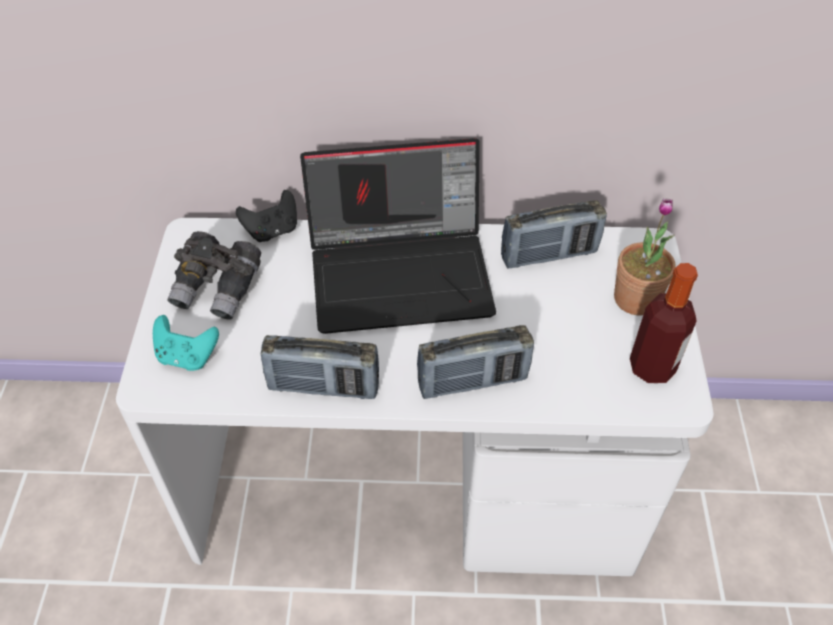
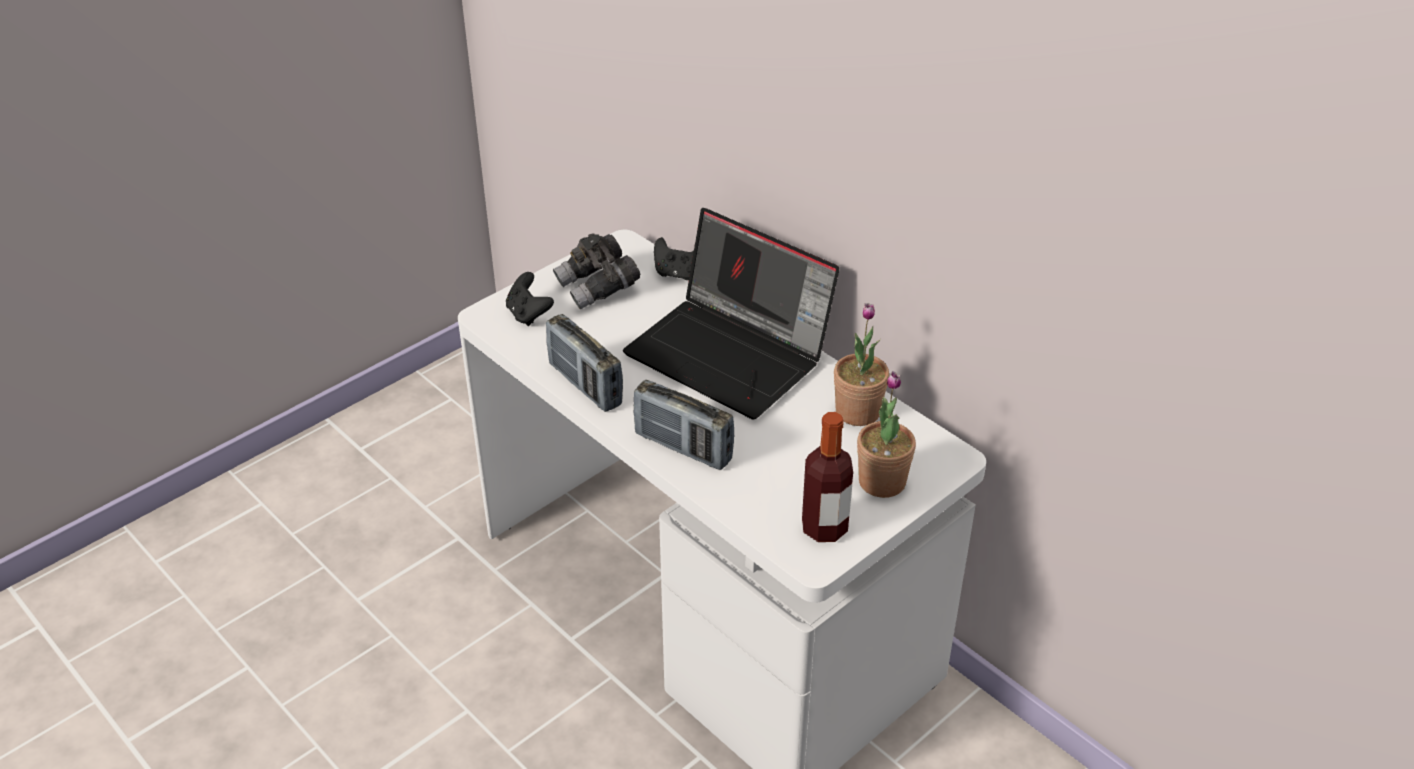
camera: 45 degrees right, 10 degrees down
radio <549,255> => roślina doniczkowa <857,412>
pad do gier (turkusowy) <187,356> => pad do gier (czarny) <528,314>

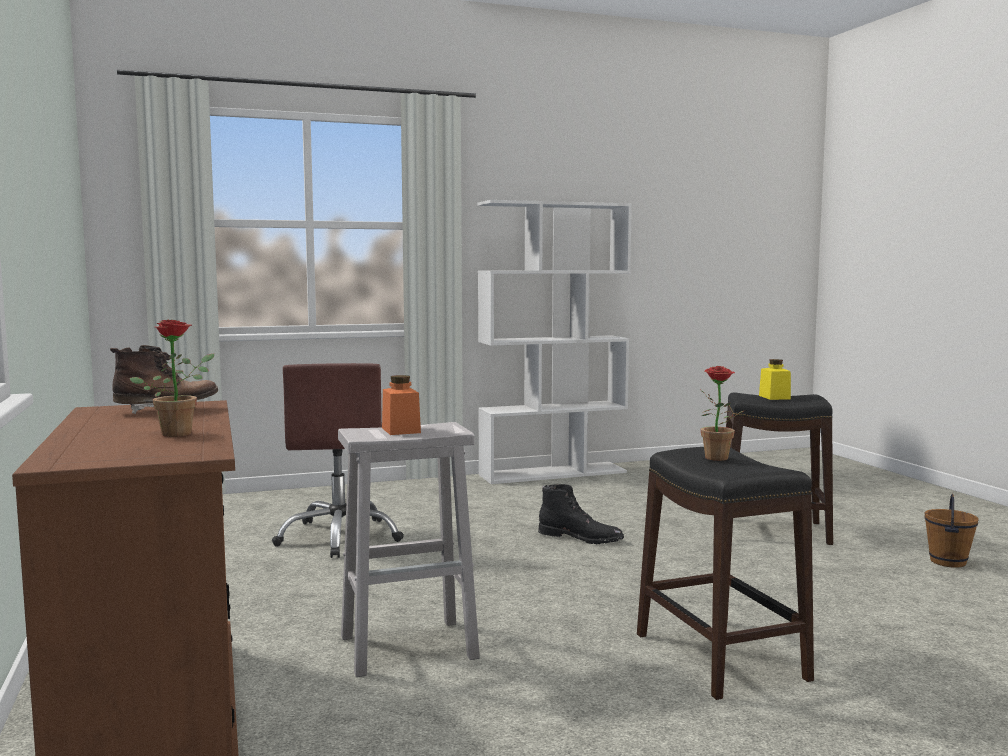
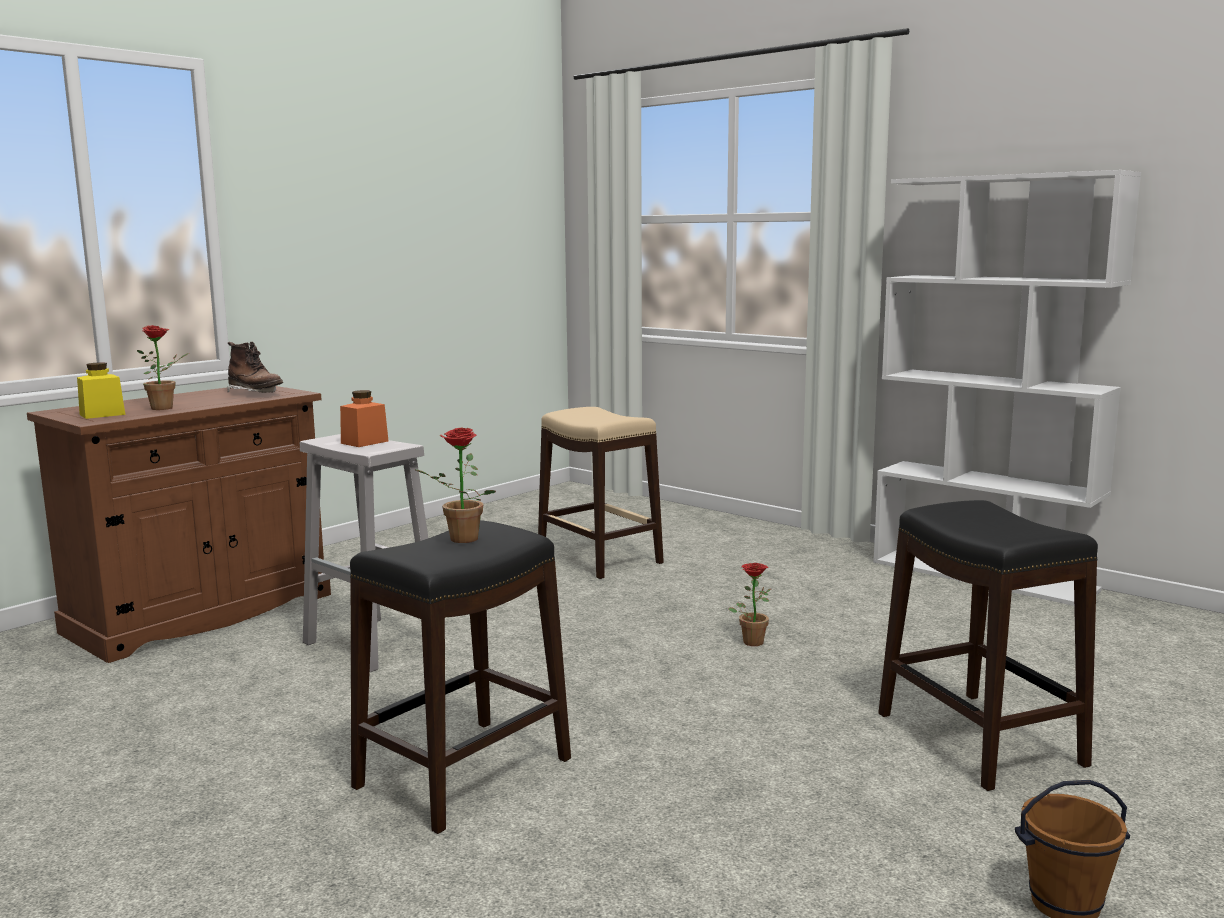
camera: 60 degrees right, 5 degrees up
słoik (żółty) <774,397> => słoik (żółty) <102,414>, move
krzesło biurowe (brązowy) <340,537> => stołek (beżowy) <599,558>
but z cholewką (czarny) <581,537> => roślina doniczkowa <751,640>

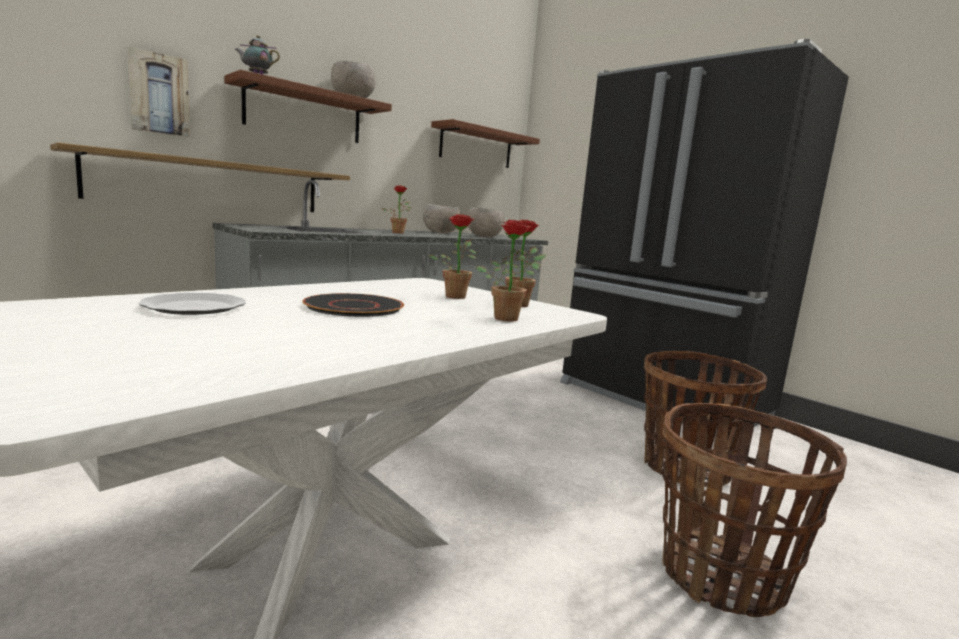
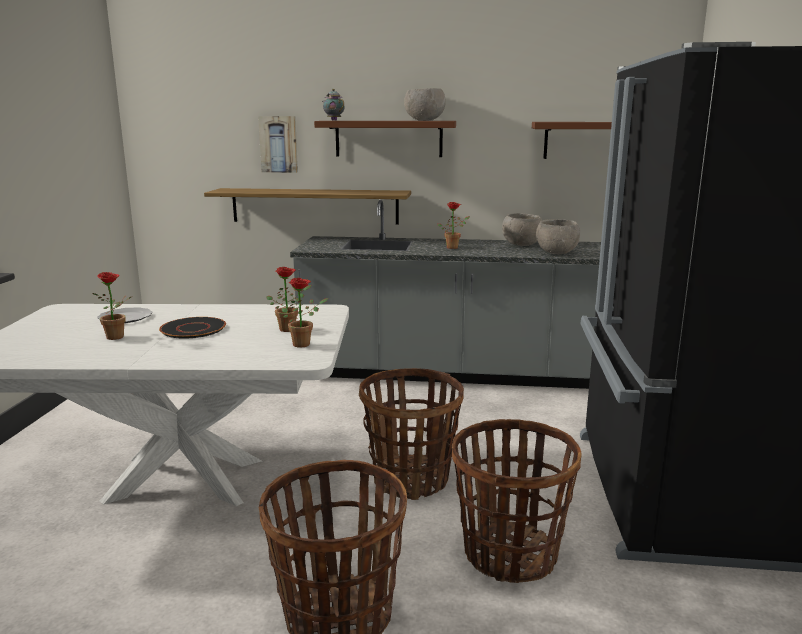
camera: 50 degrees right, 5 degrees up
roślina doniczkowa <509,318> => roślina doniczkowa <119,337>, move
nothing => koszyk <411,479>

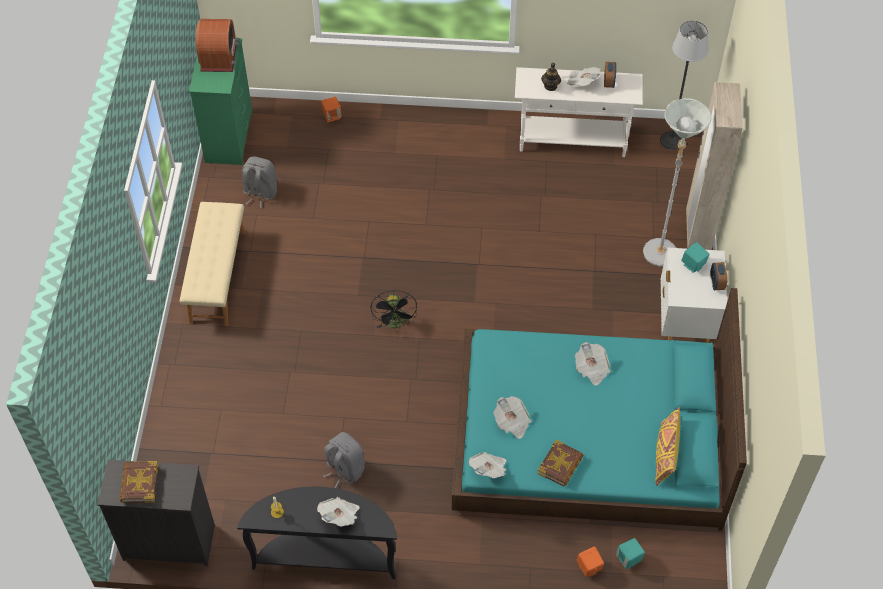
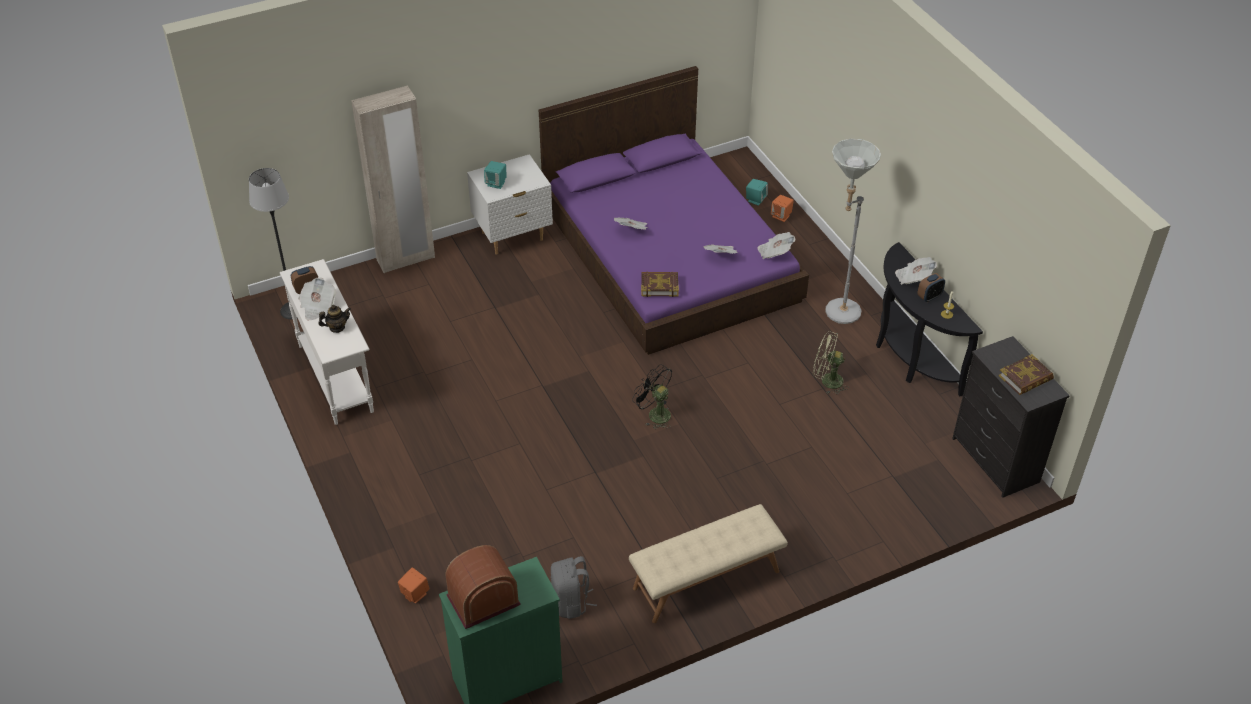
camera: 120 degrees left, 10 degrees down
lampa stojąca (szary) <660,247> => lampa stojąca (szary) <835,313>, move
budzik <716,283> => budzik <929,297>, move
łóżko (turkusowy) <588,436> => łóżko (fioletowy) <670,253>
wentylator (czarny) <395,324> => wentylator (czarny) <654,413>, 105 degrees counterclockwise
poduszka (żółty) <665,454> => nothing
plecak (szary) <344,469> => wentylator (zielony) <826,381>
książka <560,465> => książka <659,286>, move

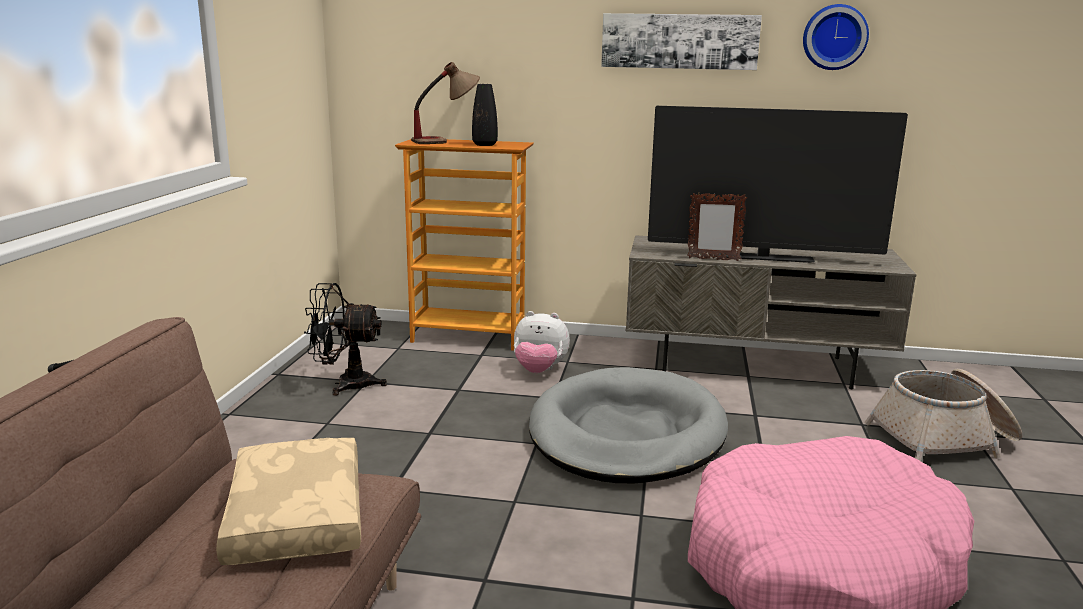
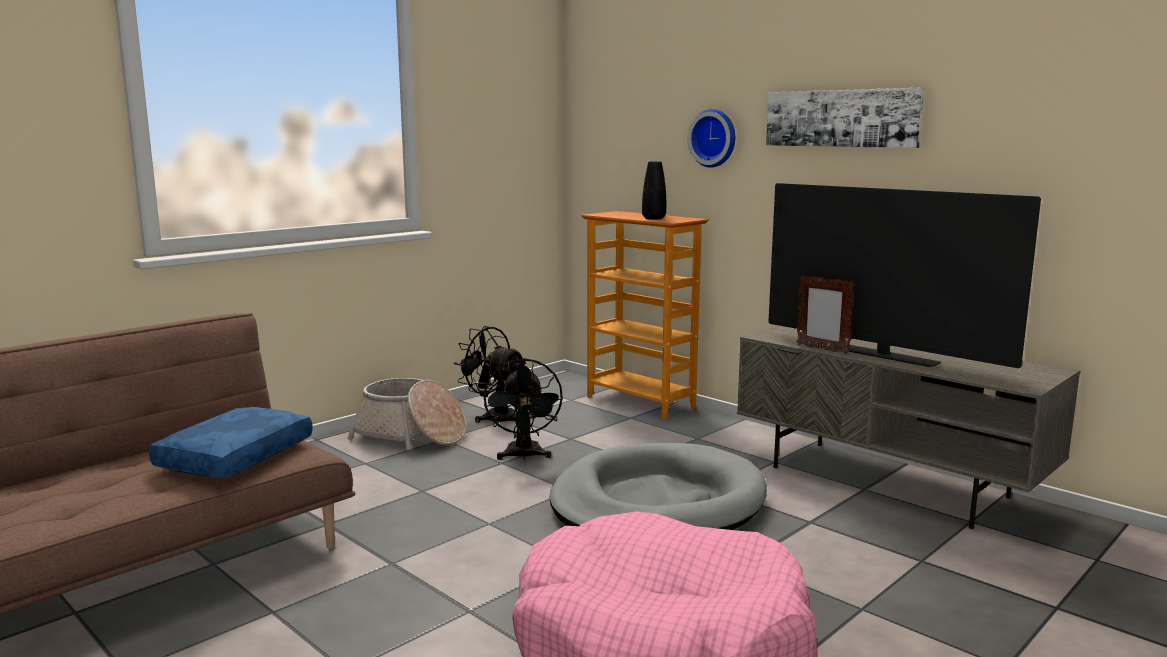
camera: 35 degrees right, 5 degrees down
zegar ścienny <834,37> => zegar ścienny <714,138>, move
lampa stołowa <446,141> => nothing
pluszak <539,371> => nothing
koszyk <944,439> => koszyk <411,436>, move
poduszka (beżowy) <293,516> => poduszka (niebieski) <235,456>
nothing => wentylator (czarny) <524,456>

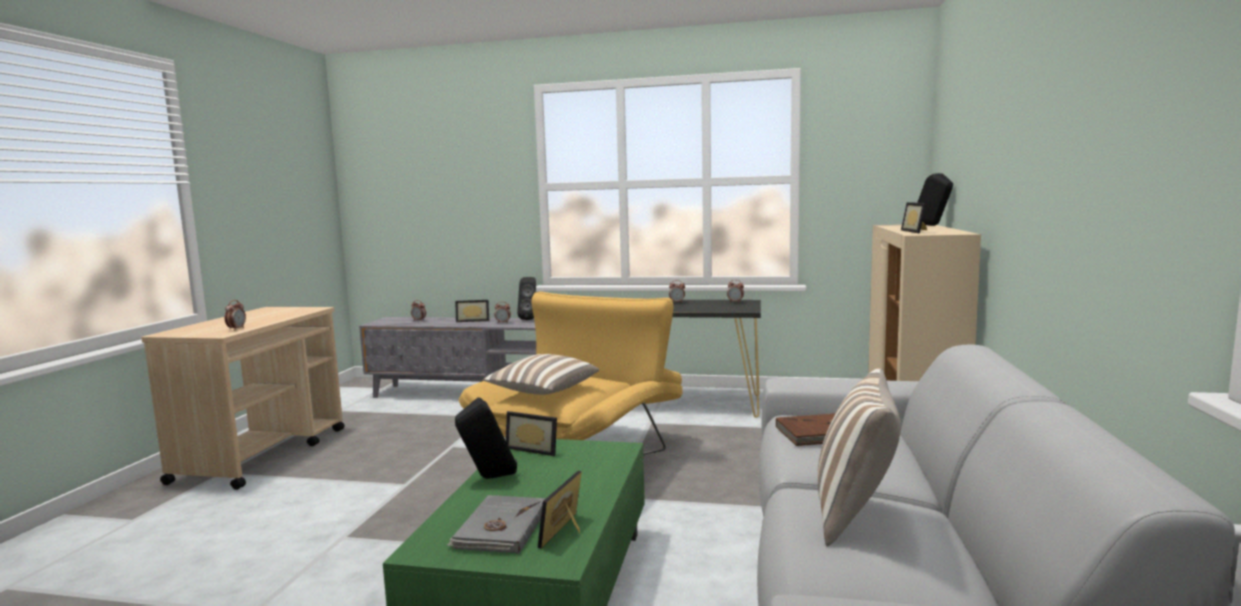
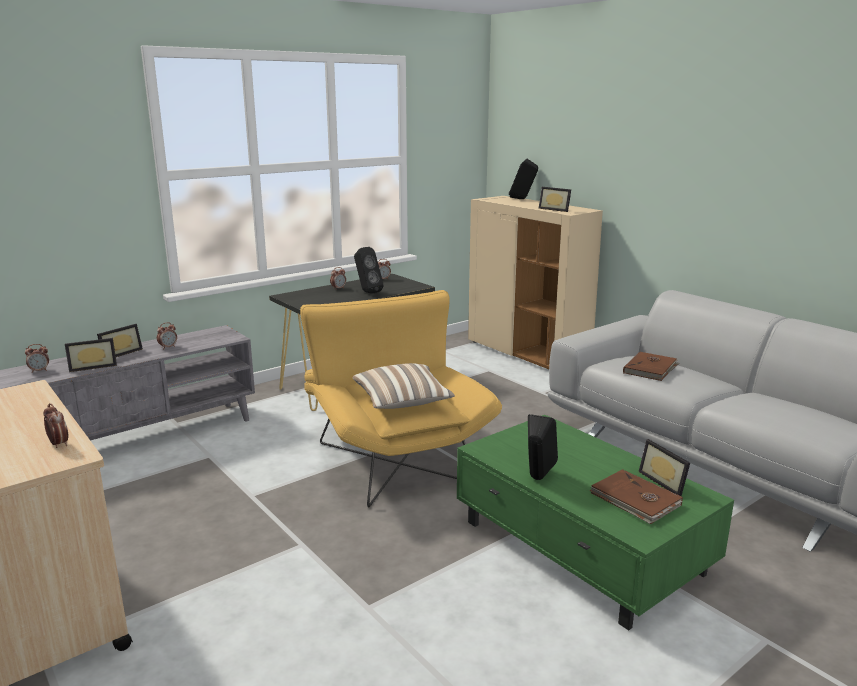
camera: 50 degrees left, 10 degrees up
głośnik (czarny) <530,319> => głośnik (czarny) <367,292>, move
poduszka <855,515> => nothing
ramka na zdjęcie <534,449> => ramka na zdjęcie <93,366>, move
książka (szary) <500,528> => książka (brązowy) <635,500>

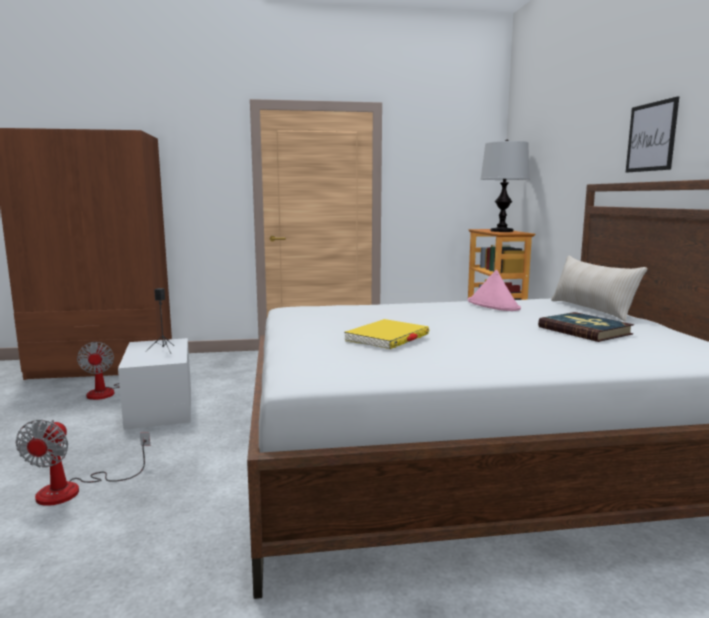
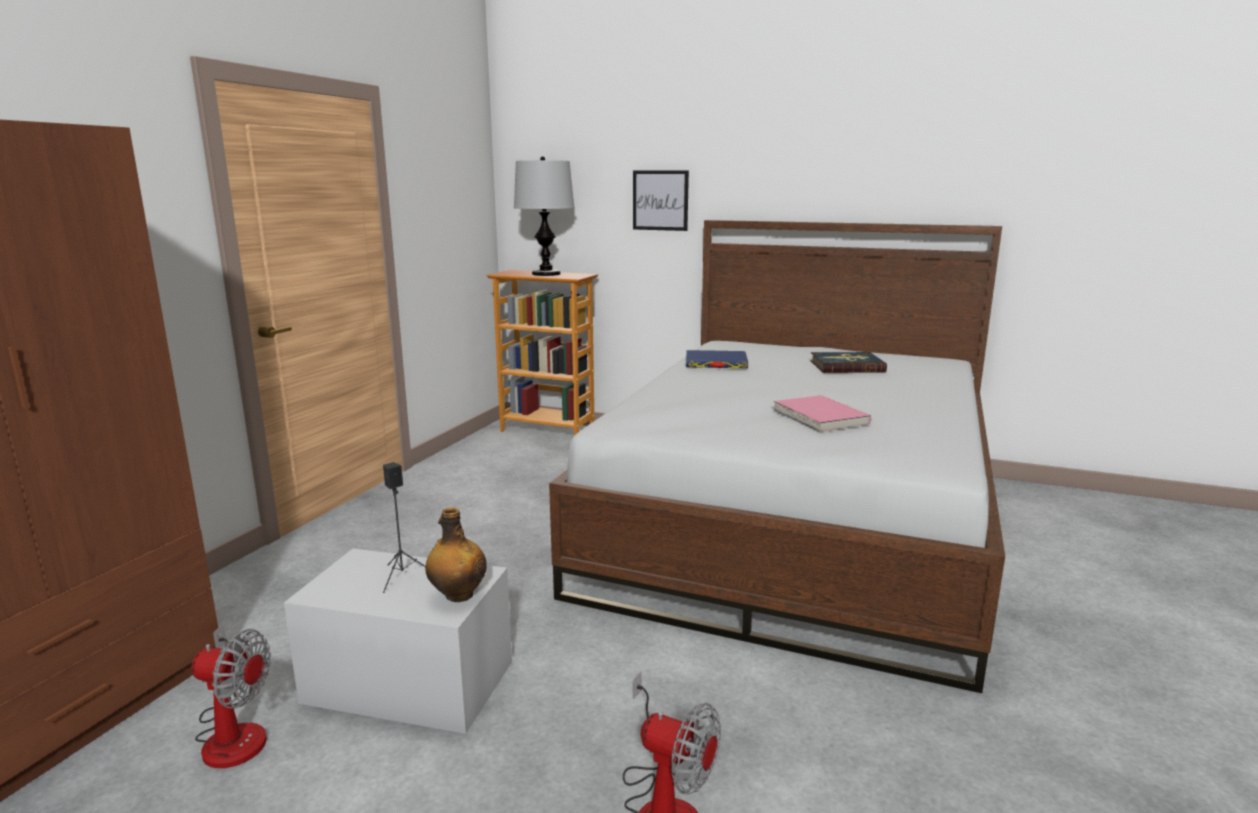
camera: 60 degrees left, 5 degrees up
obraz <651,137> => obraz <660,200>, move
poduszka (beżowy) <591,310> => nothing
kapelusz (różowy) <493,305> => książka (niebieski) <716,363>
książka (żółty) <387,338> => książka (różowy) <820,418>
nothing => butelka <458,595>

